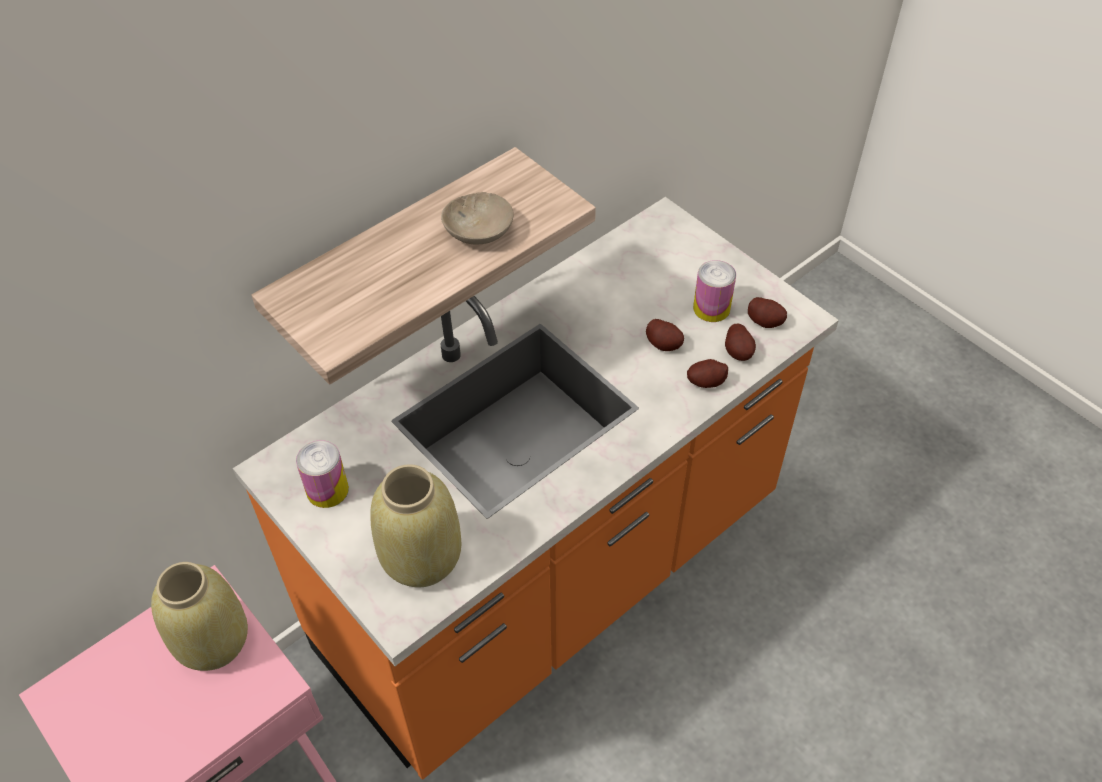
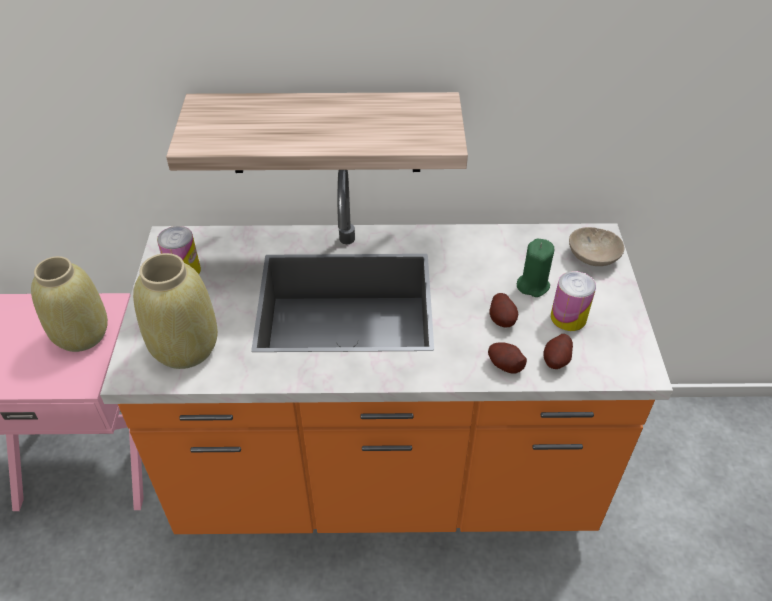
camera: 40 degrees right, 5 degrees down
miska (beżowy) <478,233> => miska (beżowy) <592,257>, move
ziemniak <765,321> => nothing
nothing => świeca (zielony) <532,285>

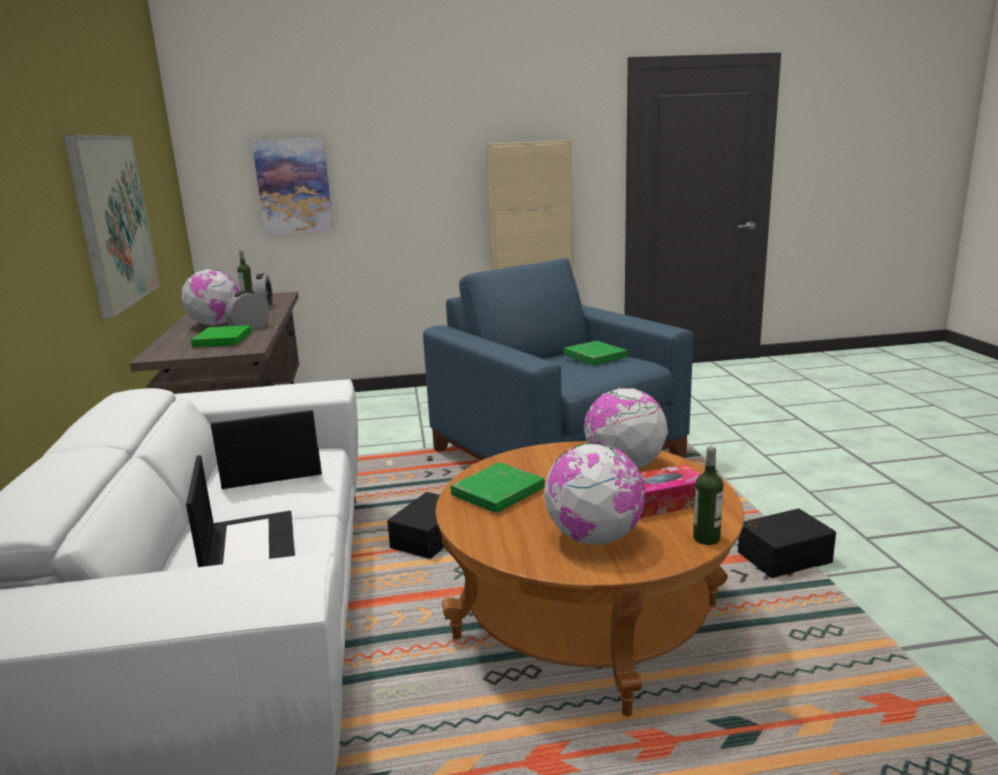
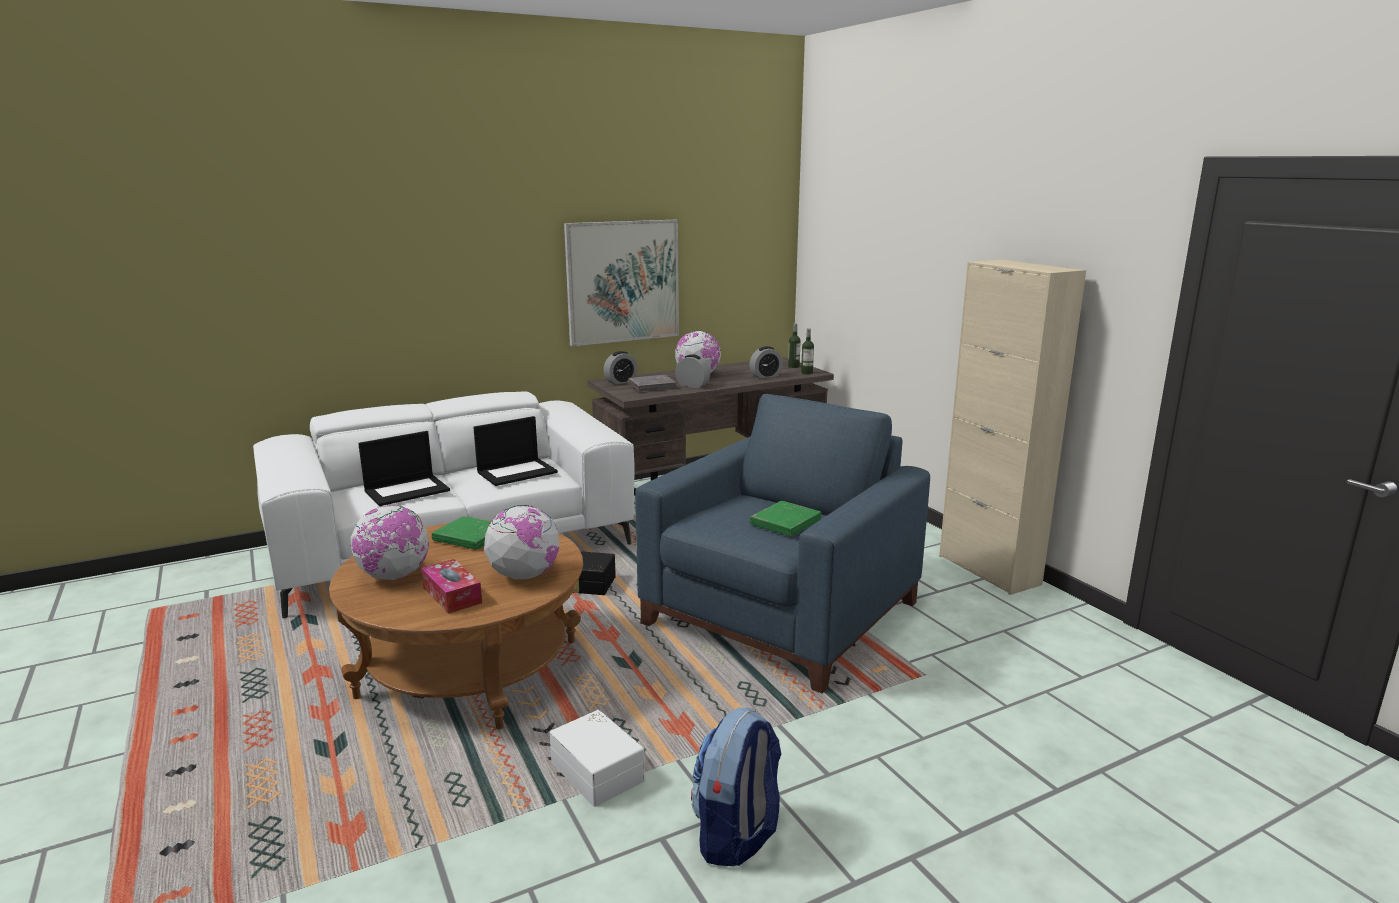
camera: 70 degrees right, 0 degrees up
obraz <294,186> => nothing
książka (zielony) <223,340> => książka (szary) <652,386>
laptop <271,470> => laptop <517,472>, 90 degrees clockwise
butelka <706,538> => butelka <807,373>, move
pojemnik do przechowywania (czarny) <782,556> => pojemnik do przechowywania (biały) <599,770>
nothing => budzik <621,381>
nothing => plecak <736,835>

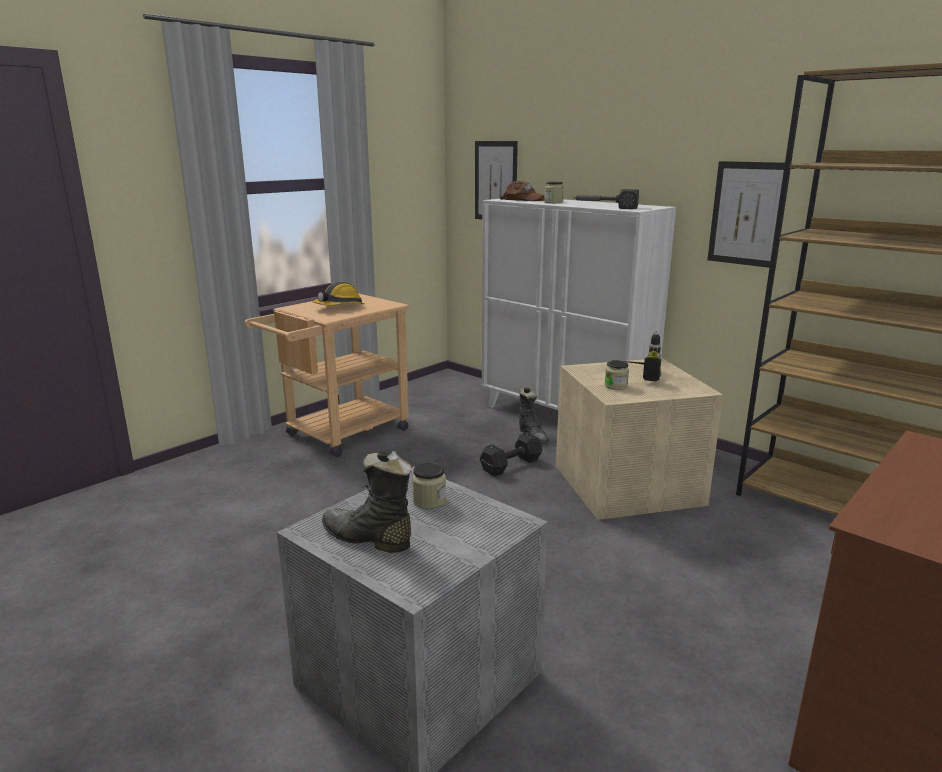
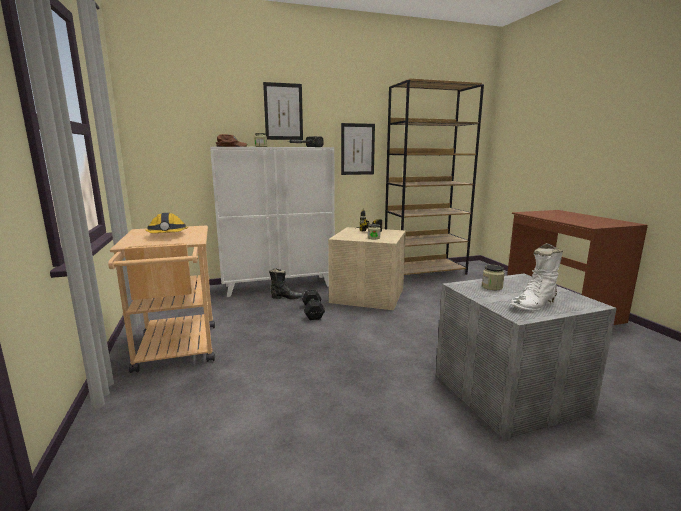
camera: 60 degrees left, 5 degrees down
obraz <495,181> => obraz <283,111>, move
but z cholewką (czarny) <367,538> => but z cholewką (biały) <534,305>

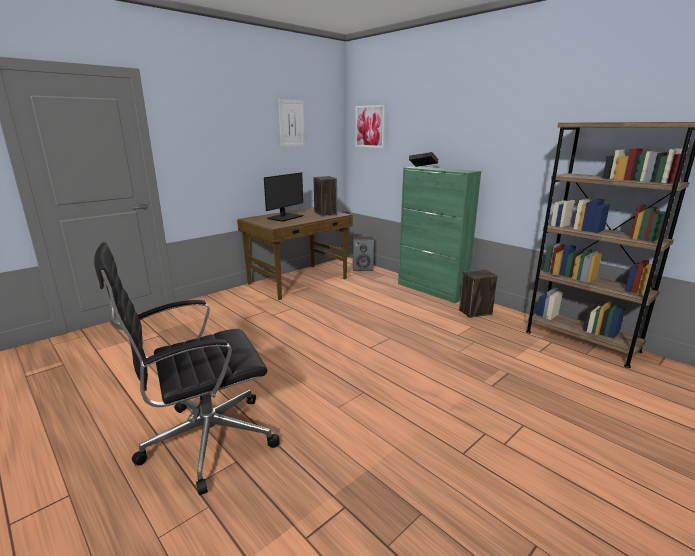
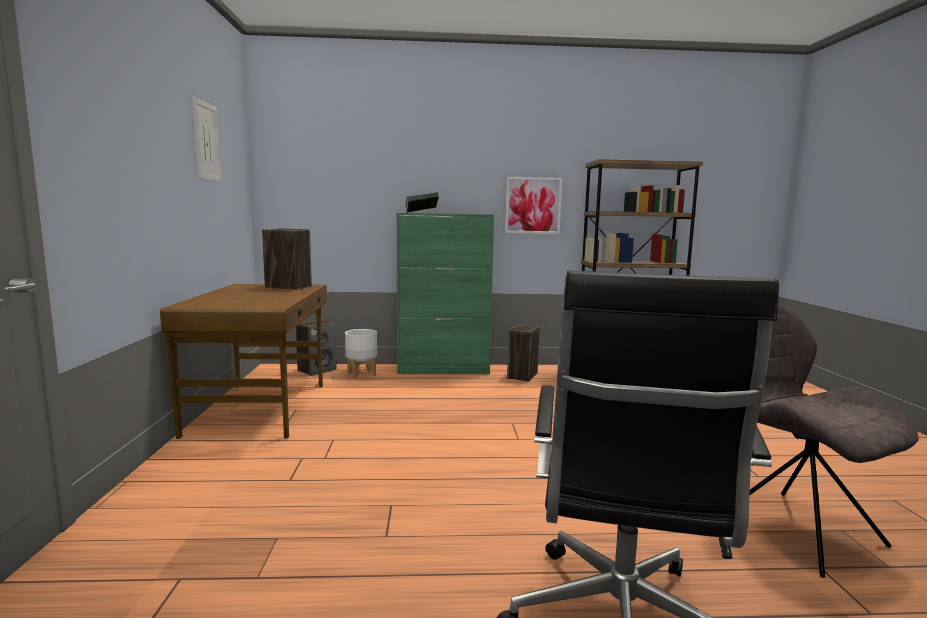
camera: 50 degrees left, 10 degrees down
obraz <370,126> => obraz <533,205>, move
monitor <285,217> => nothing
nothing => krzesło (szary) <794,527>
nothing => donica (biały) <361,373>

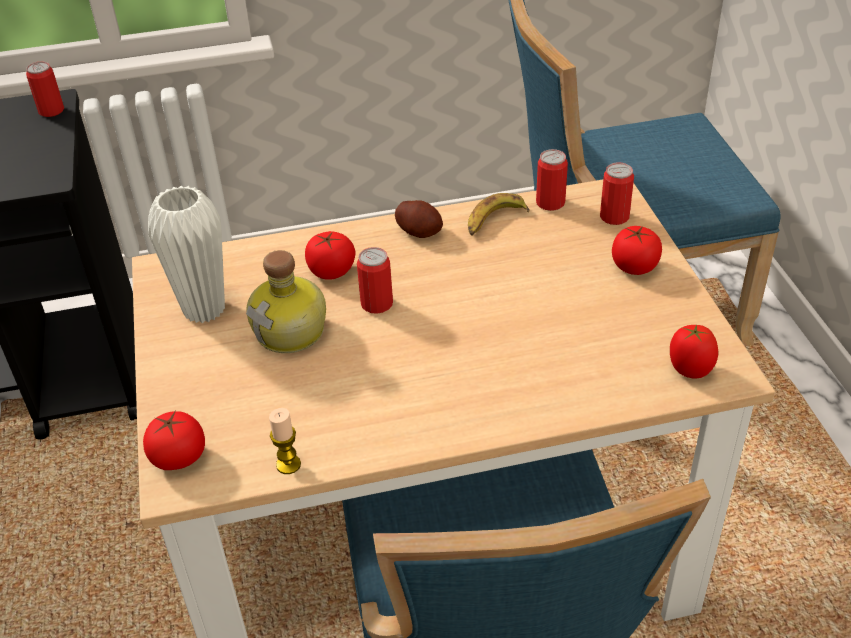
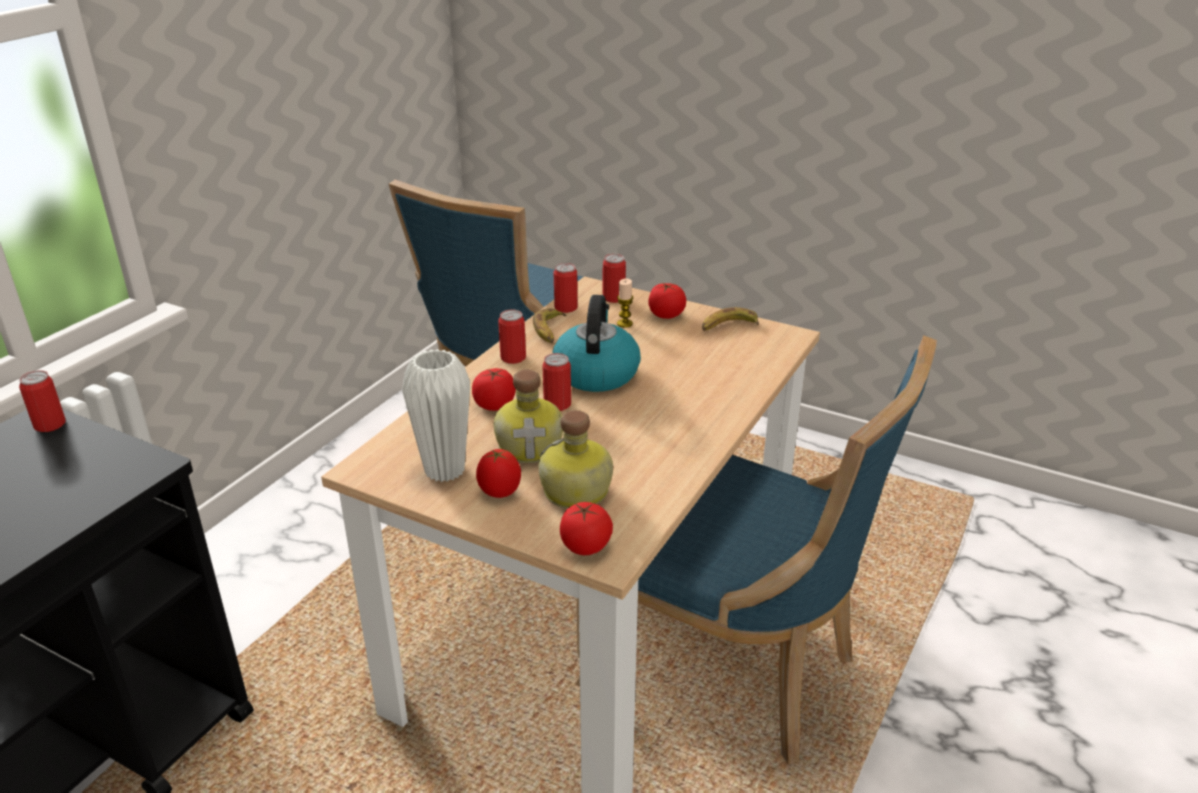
camera: 50 degrees left, 10 degrees down
ziemniak <419,231> => puszka <513,358>
pomidor <689,370> => pomidor <499,492>, move
świeca <288,464> => świeca <624,323>, move
nothing => czajnik <596,373>
nothing => banan <728,326>
nothing => butelka <576,493>

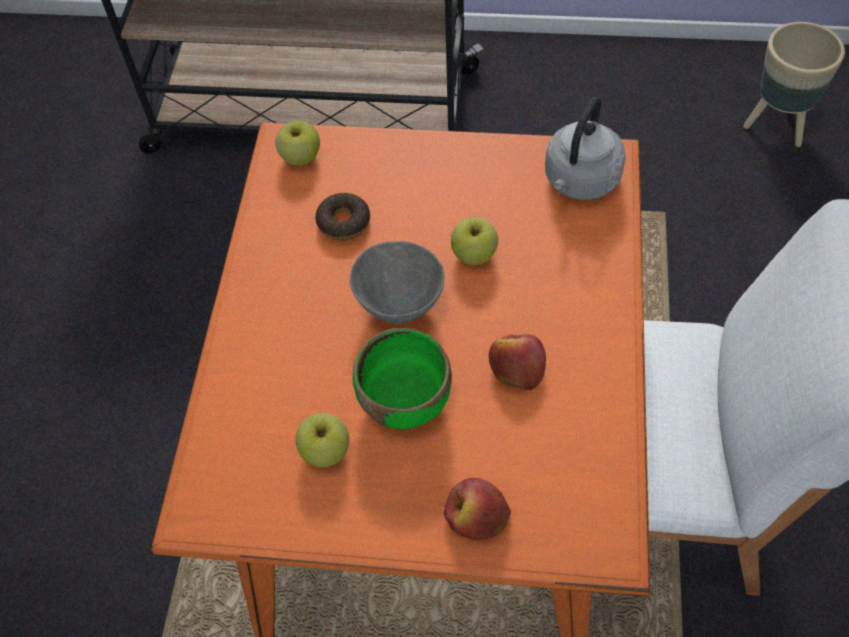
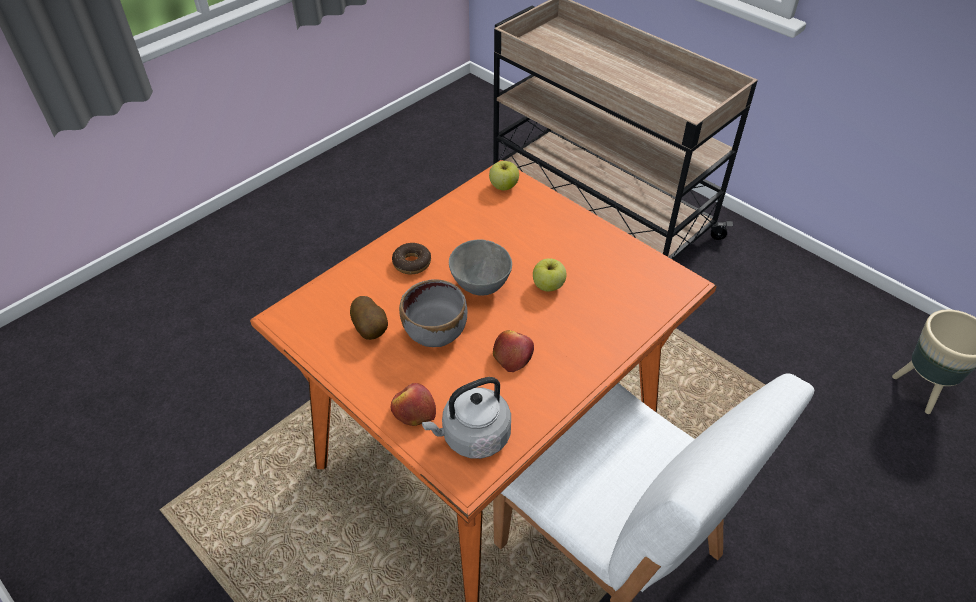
camera: 35 degrees right, 10 degrees down
czajnik (szary) <580,181> => czajnik (szary) <472,437>, move
donut <343,222> => donut <412,263>, move
miska (zielony) <406,400> => miska (szary) <435,333>
jabłko <326,450> => ziemniak <371,330>

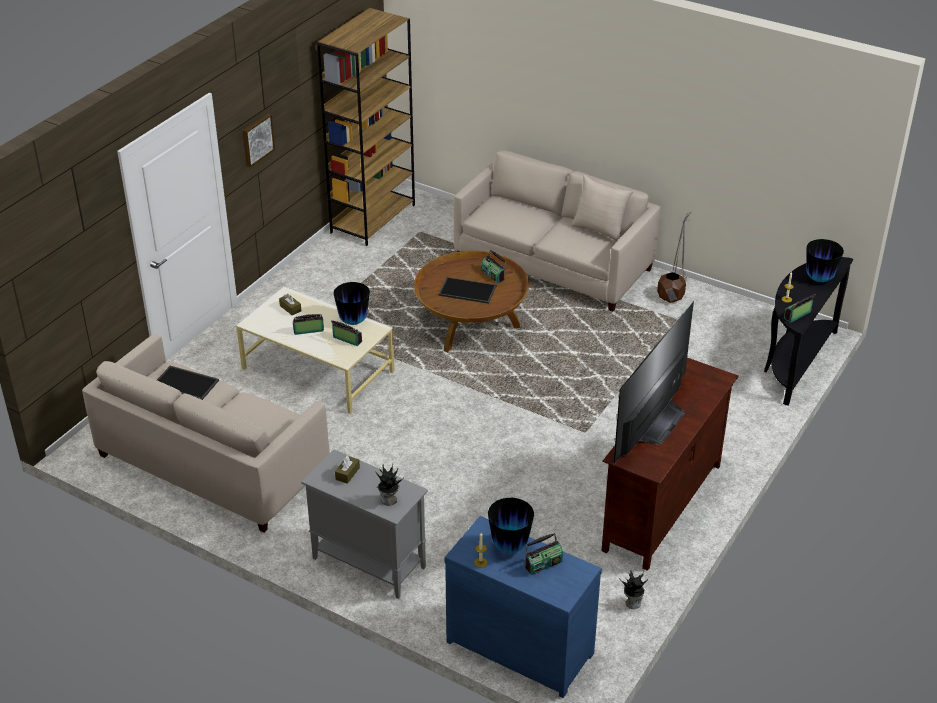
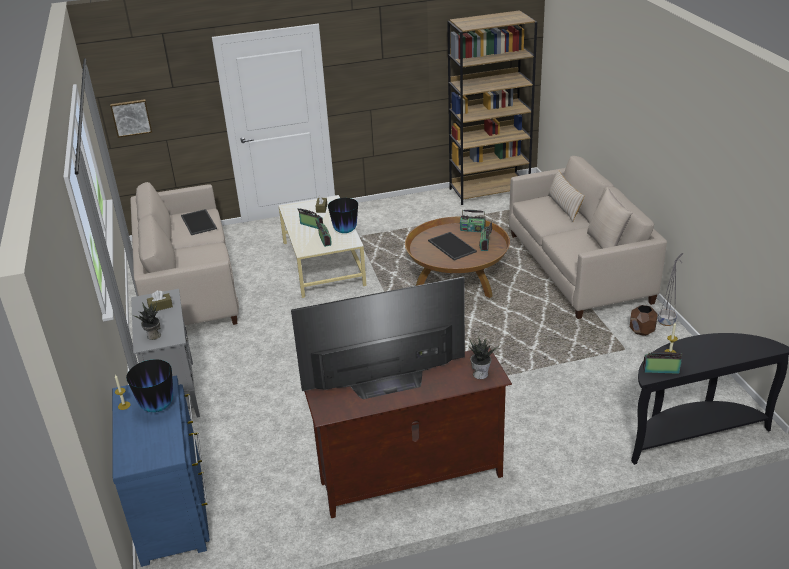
camera: 45 degrees right, 5 degrees down
obraz <257,139> => obraz <131,117>, move
wazon <819,279> => nothing
radio <543,564> => radio <472,229>, move
roślina doniczkowa <632,603> => roślina doniczkowa <481,374>, move
nothing => poduszka (beżowy) <564,207>

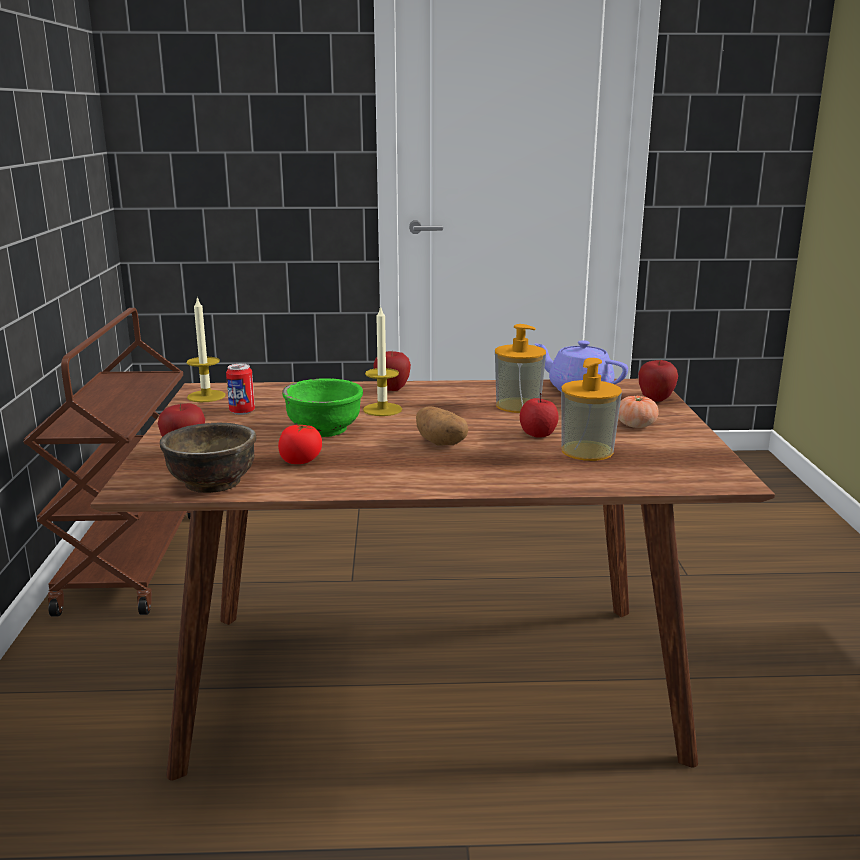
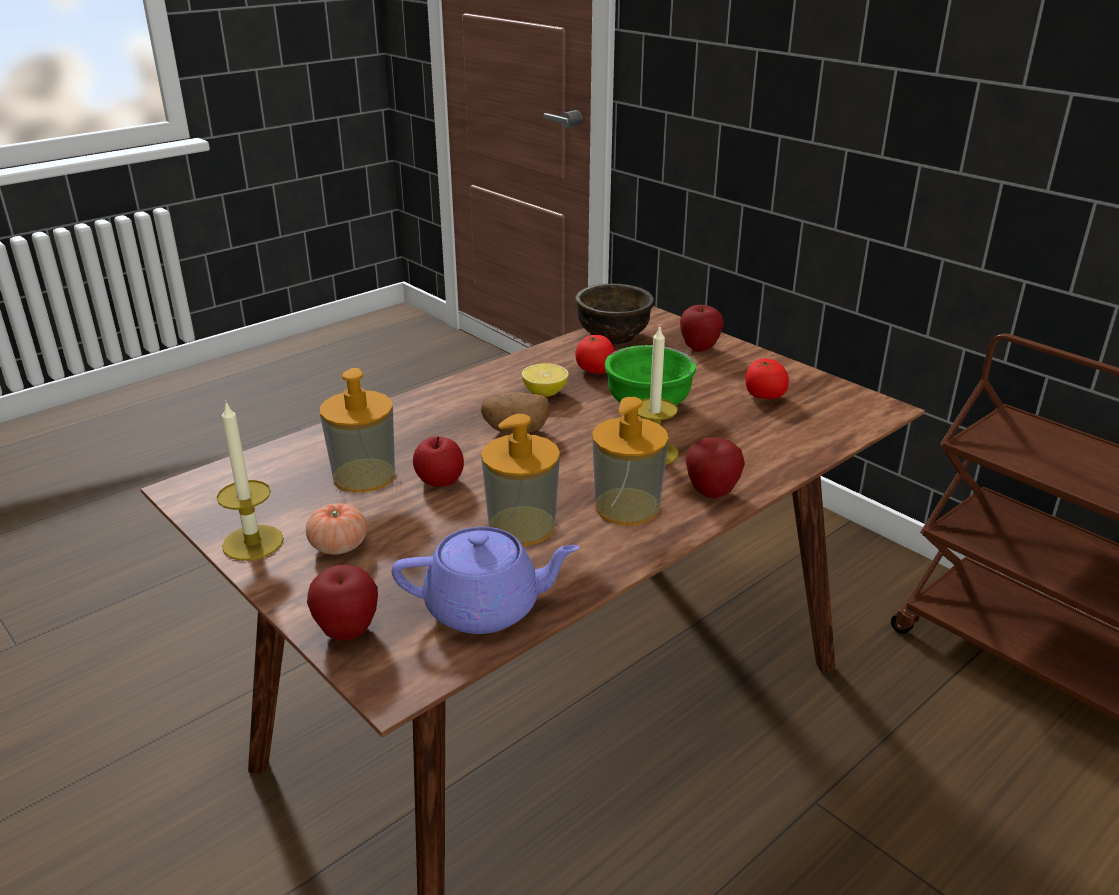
camera: 140 degrees right, 10 degrees up
świeca <206,396> => świeca <253,542>, move
puszka <242,412> => pomidor <764,396>
nothing => cytryna <545,393>
nothing => dozownik mydła <627,506>

